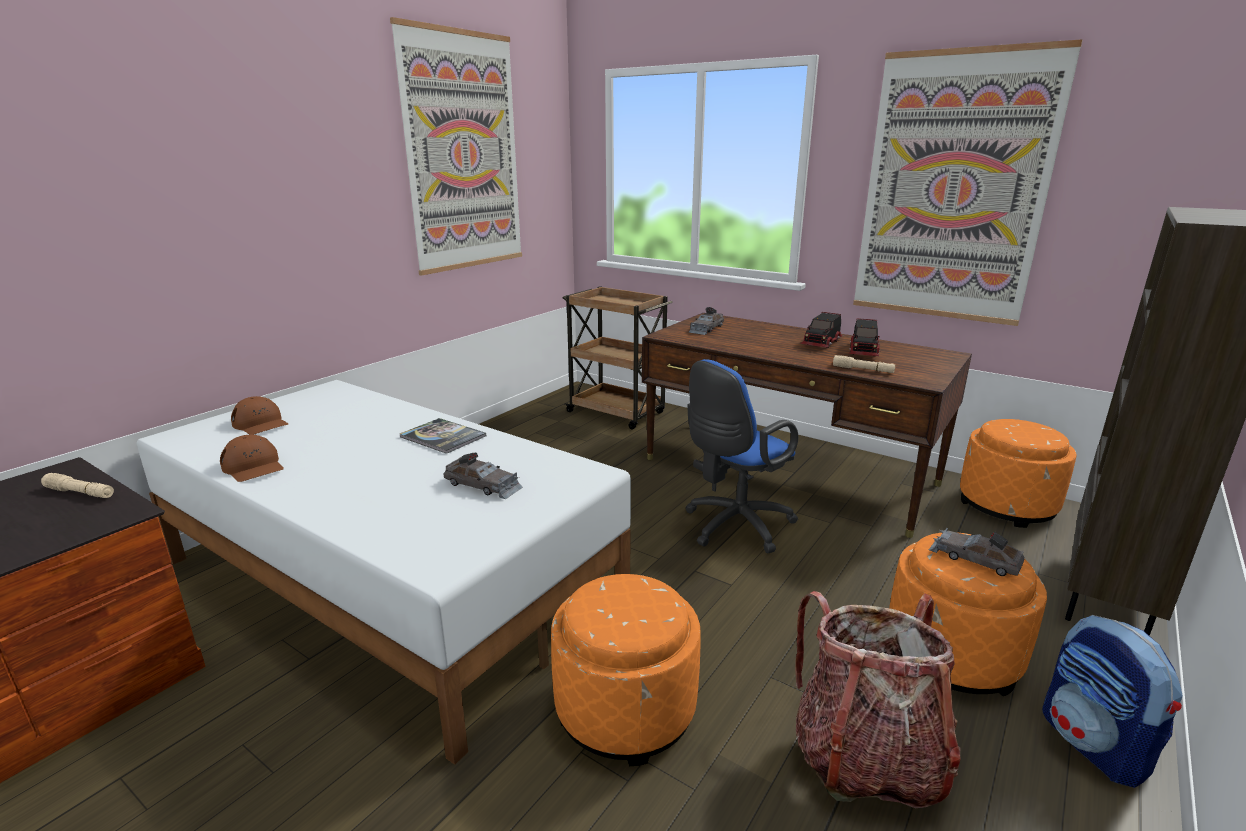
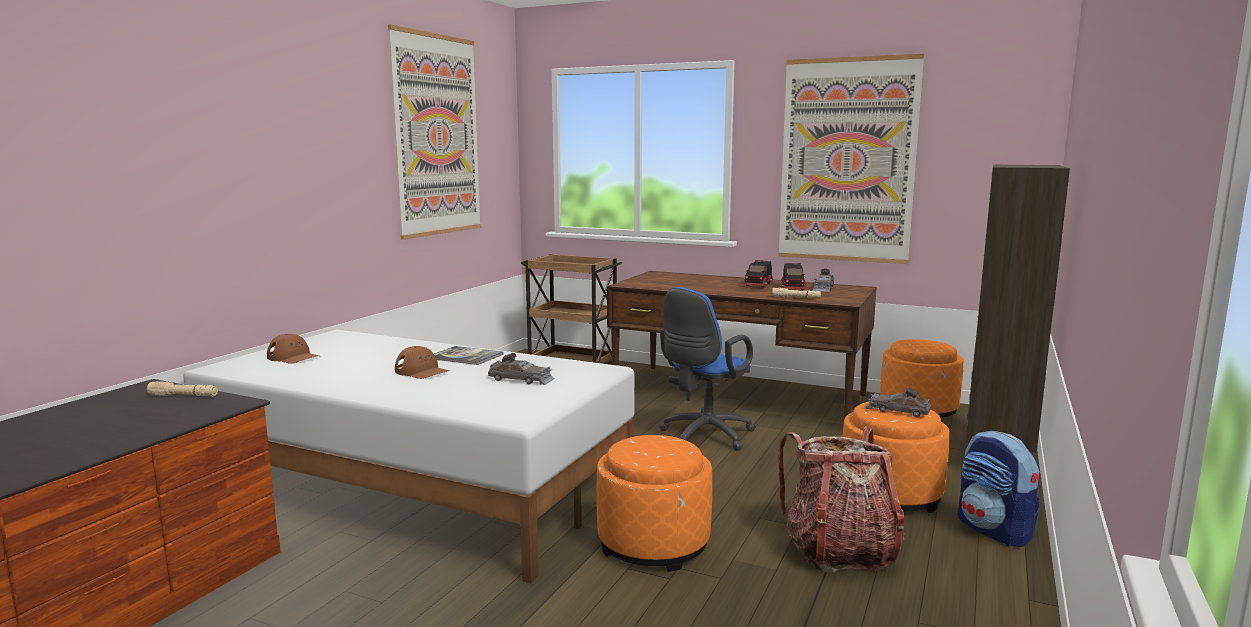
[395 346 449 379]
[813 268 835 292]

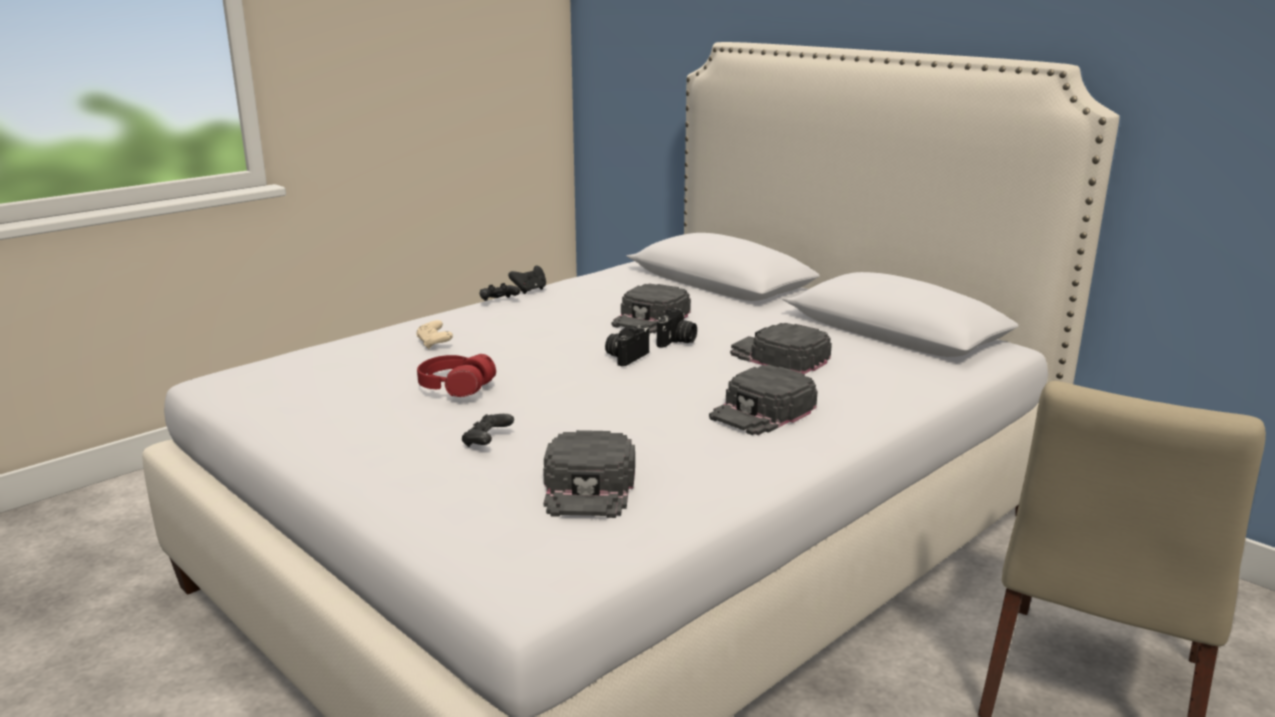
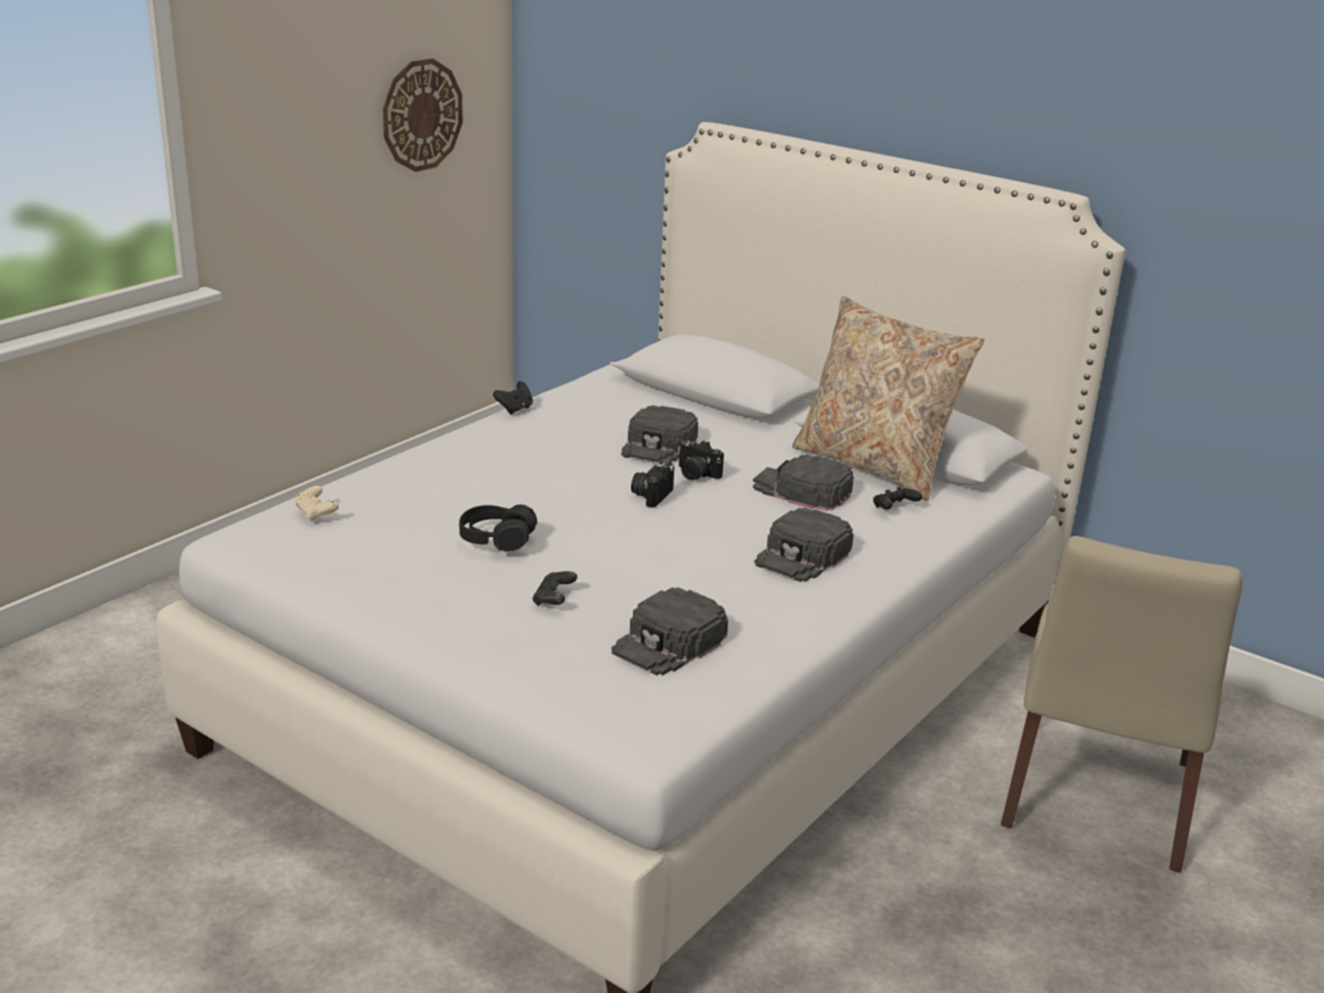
[383 58 463 172]
[792 296 984 501]
[294 486 339 522]
[873 487 923 509]
[459 504 537 552]
[611 587 728 675]
[678 440 724 480]

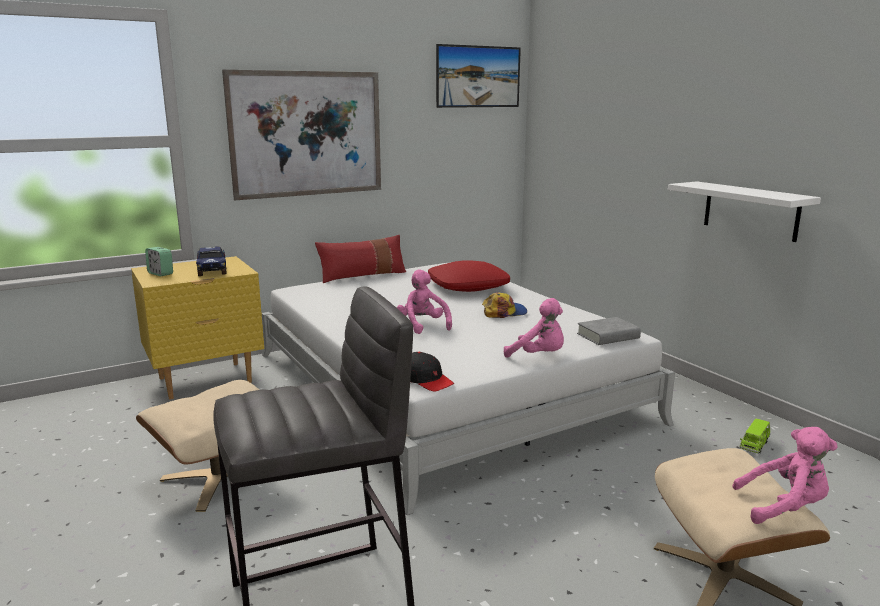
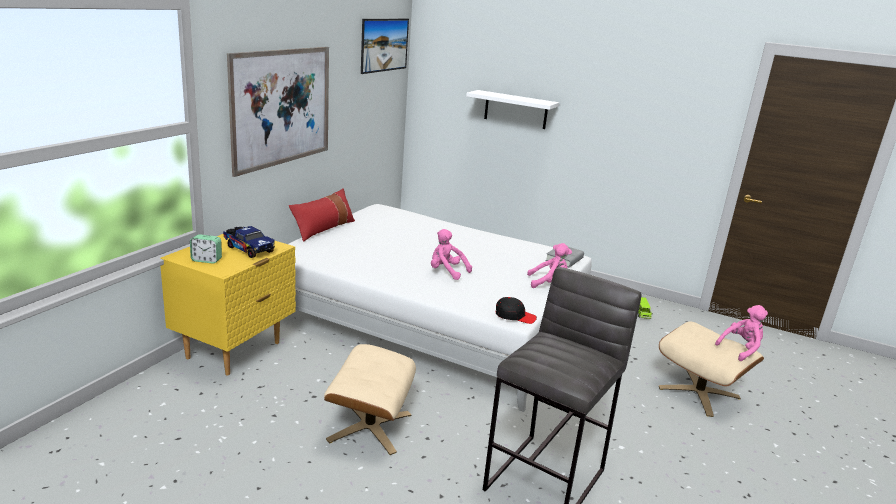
[428 260 510 292] (first image)
[482 292 527 318] (first image)
[466 90 559 129]

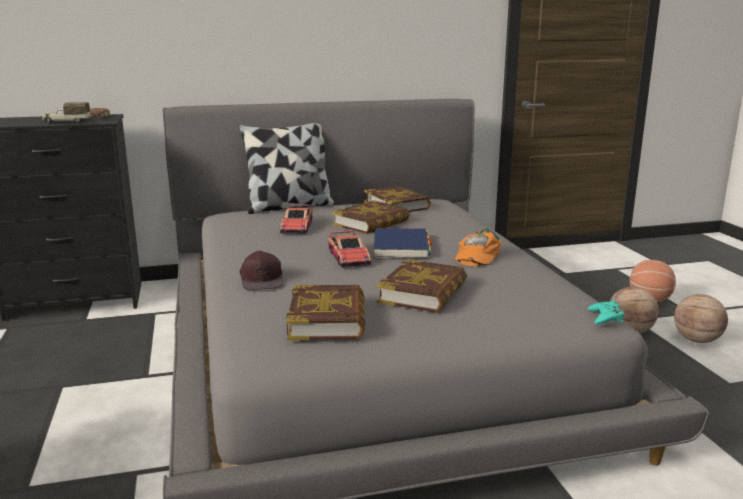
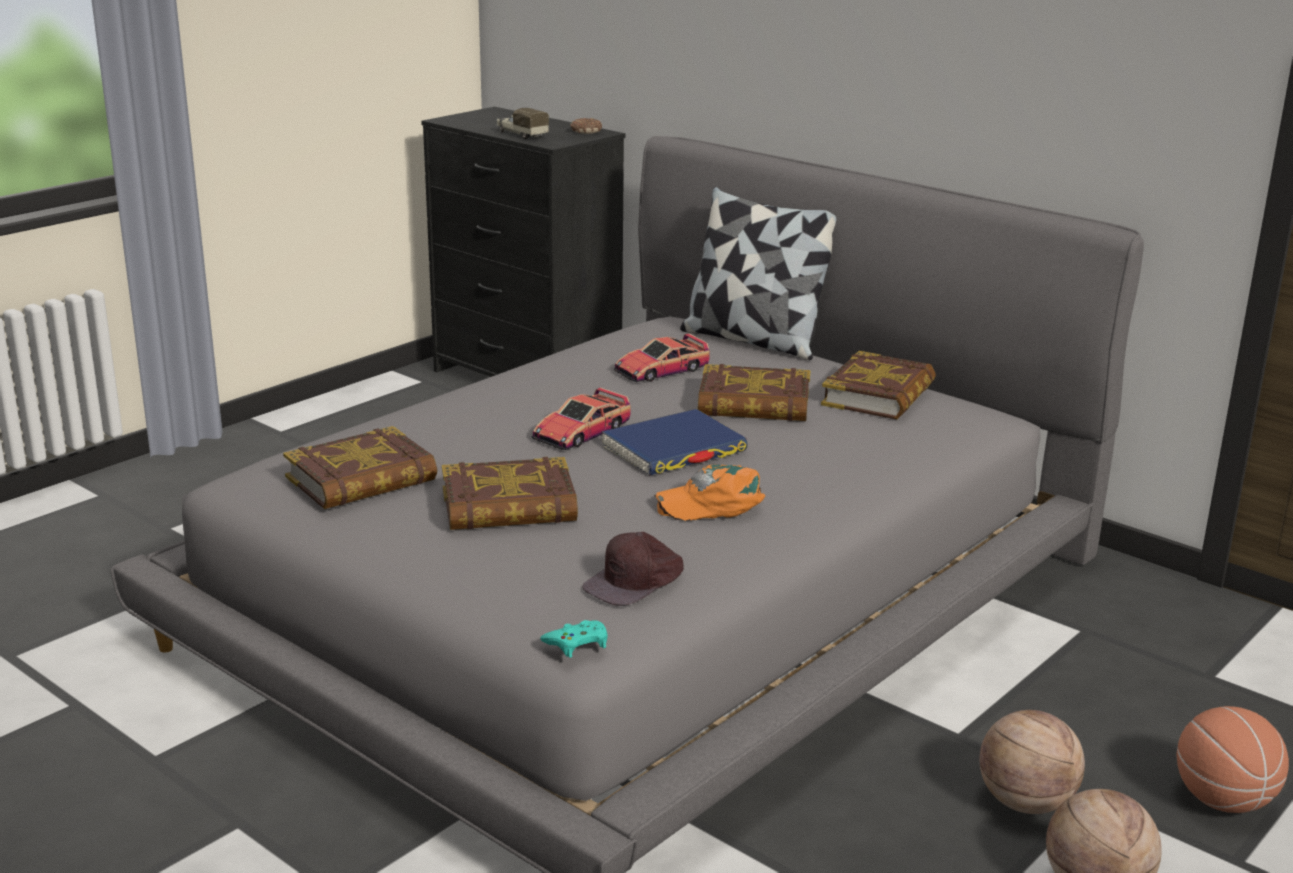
[582 532 684 606]

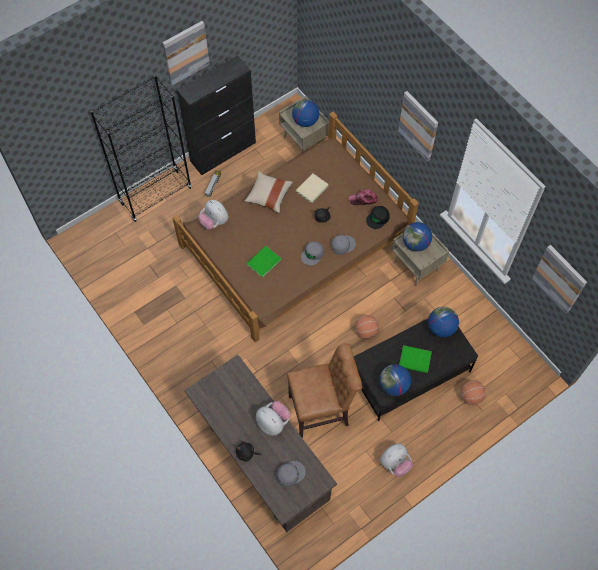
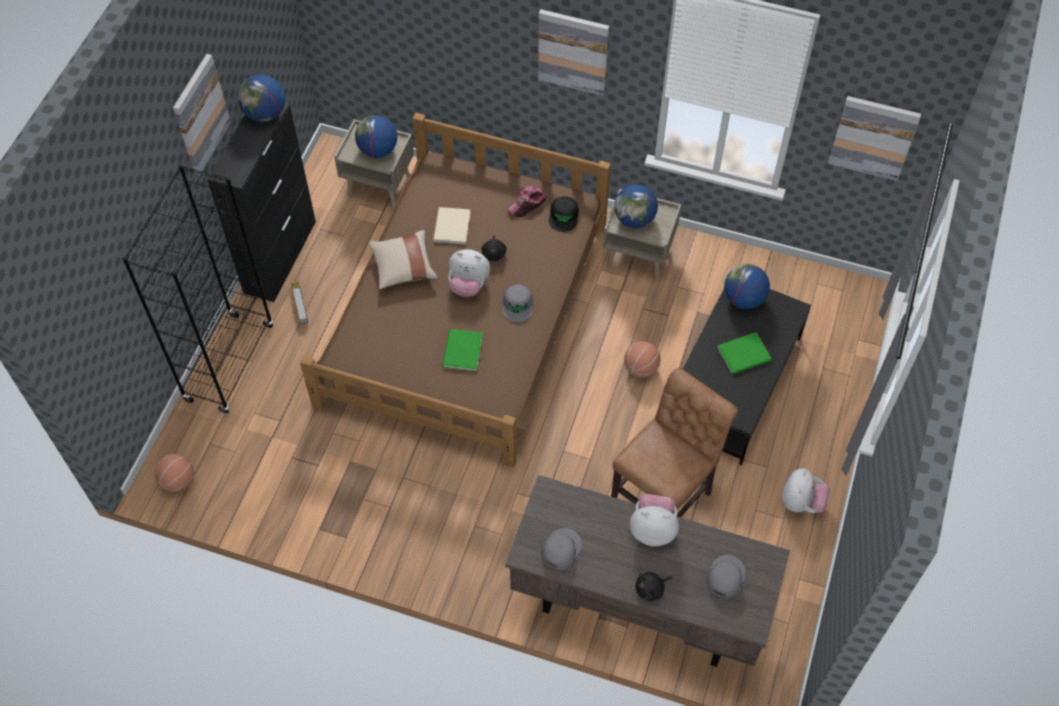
[448 249 490 297]
[541 528 582 570]
[238 74 285 122]
[155 454 194 492]

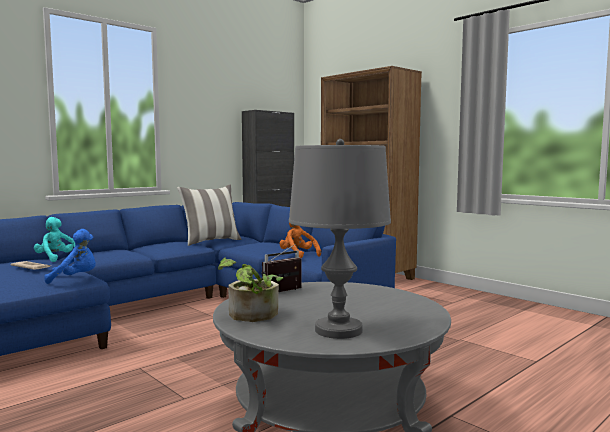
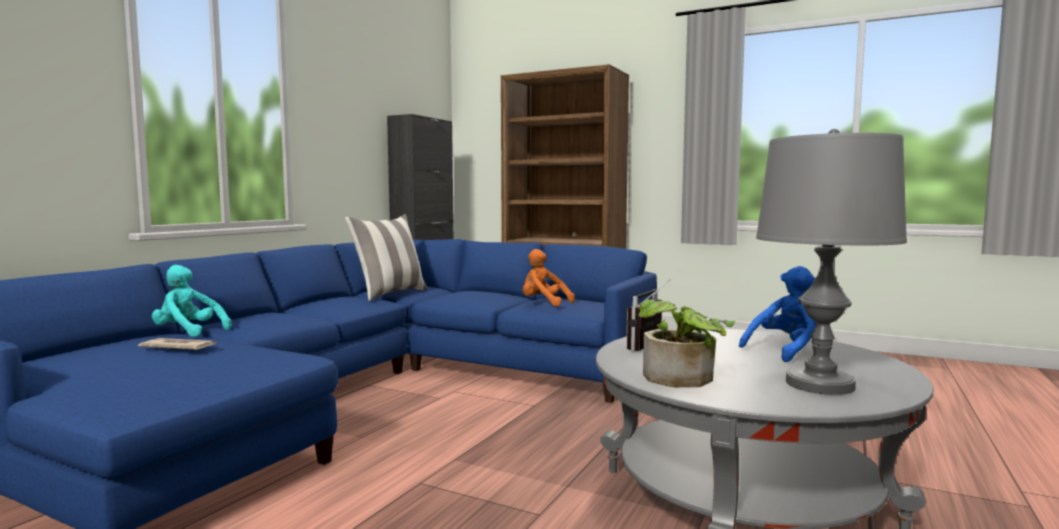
[739 266 816 362]

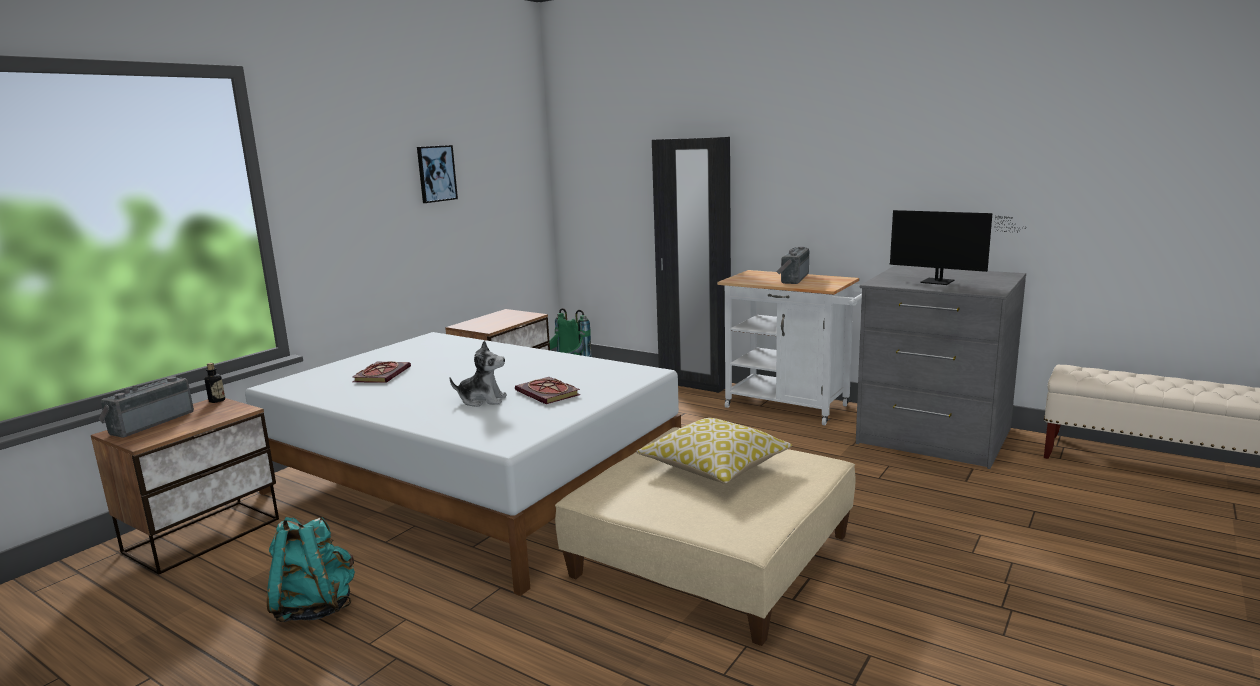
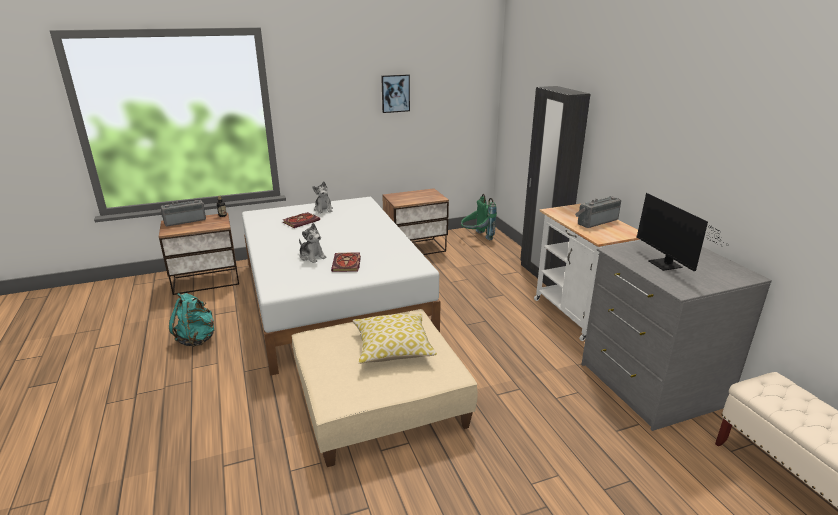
[312 181 333 214]

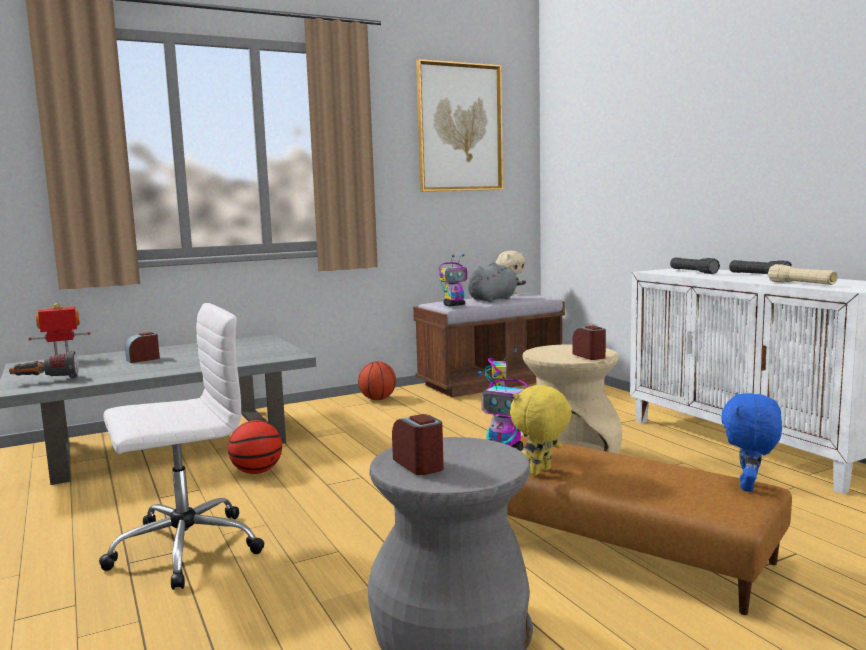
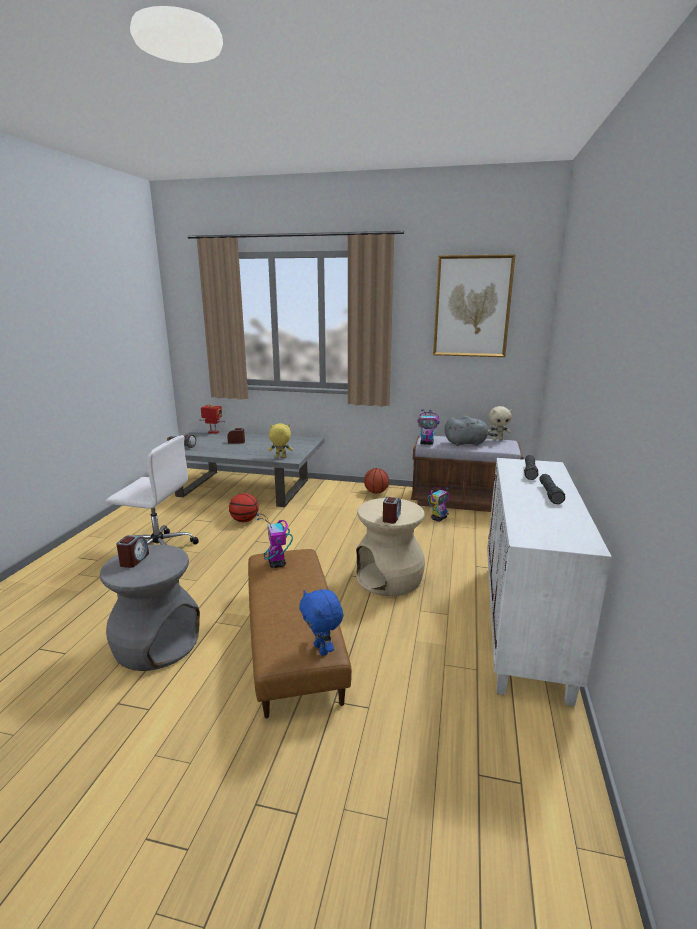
[768 264 838 285] (first image)
[268 424 293 458]
[299 589 343 656]

